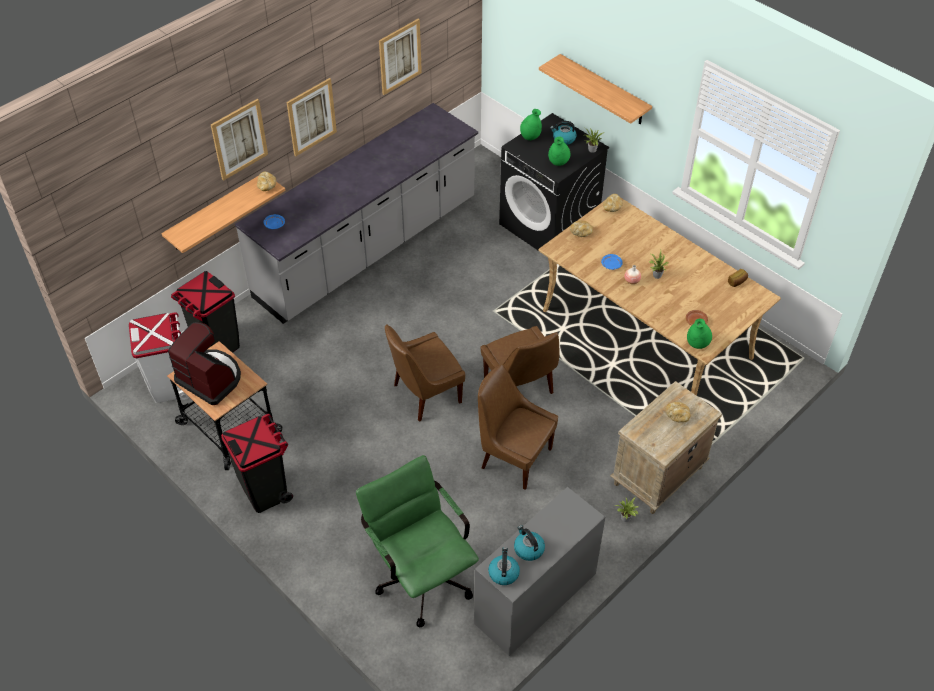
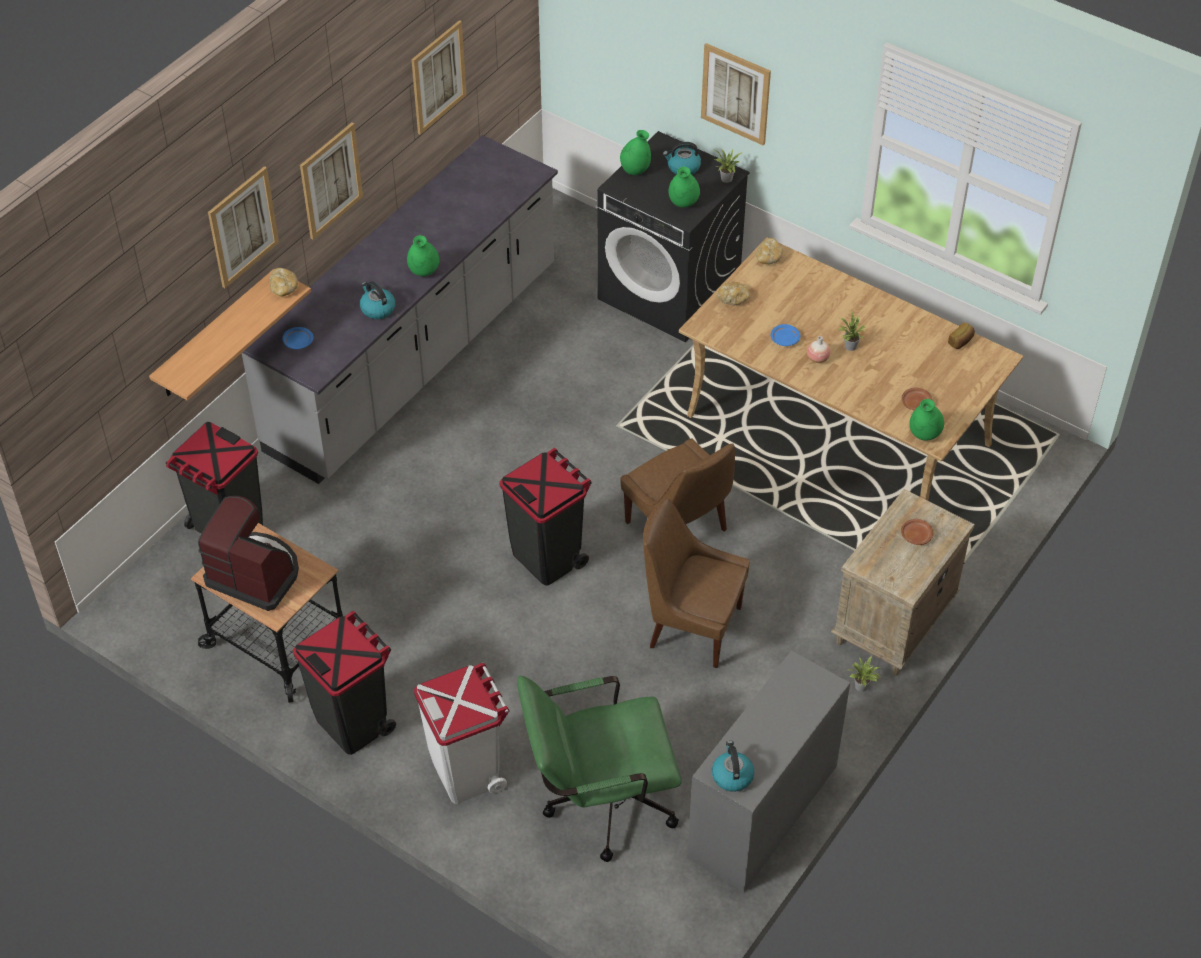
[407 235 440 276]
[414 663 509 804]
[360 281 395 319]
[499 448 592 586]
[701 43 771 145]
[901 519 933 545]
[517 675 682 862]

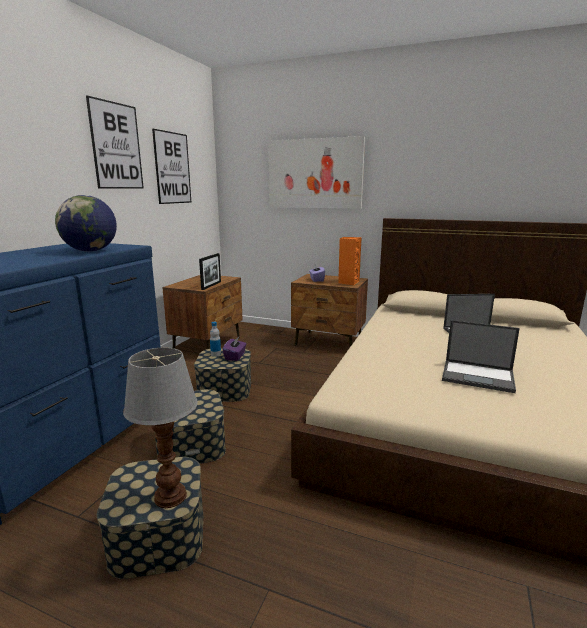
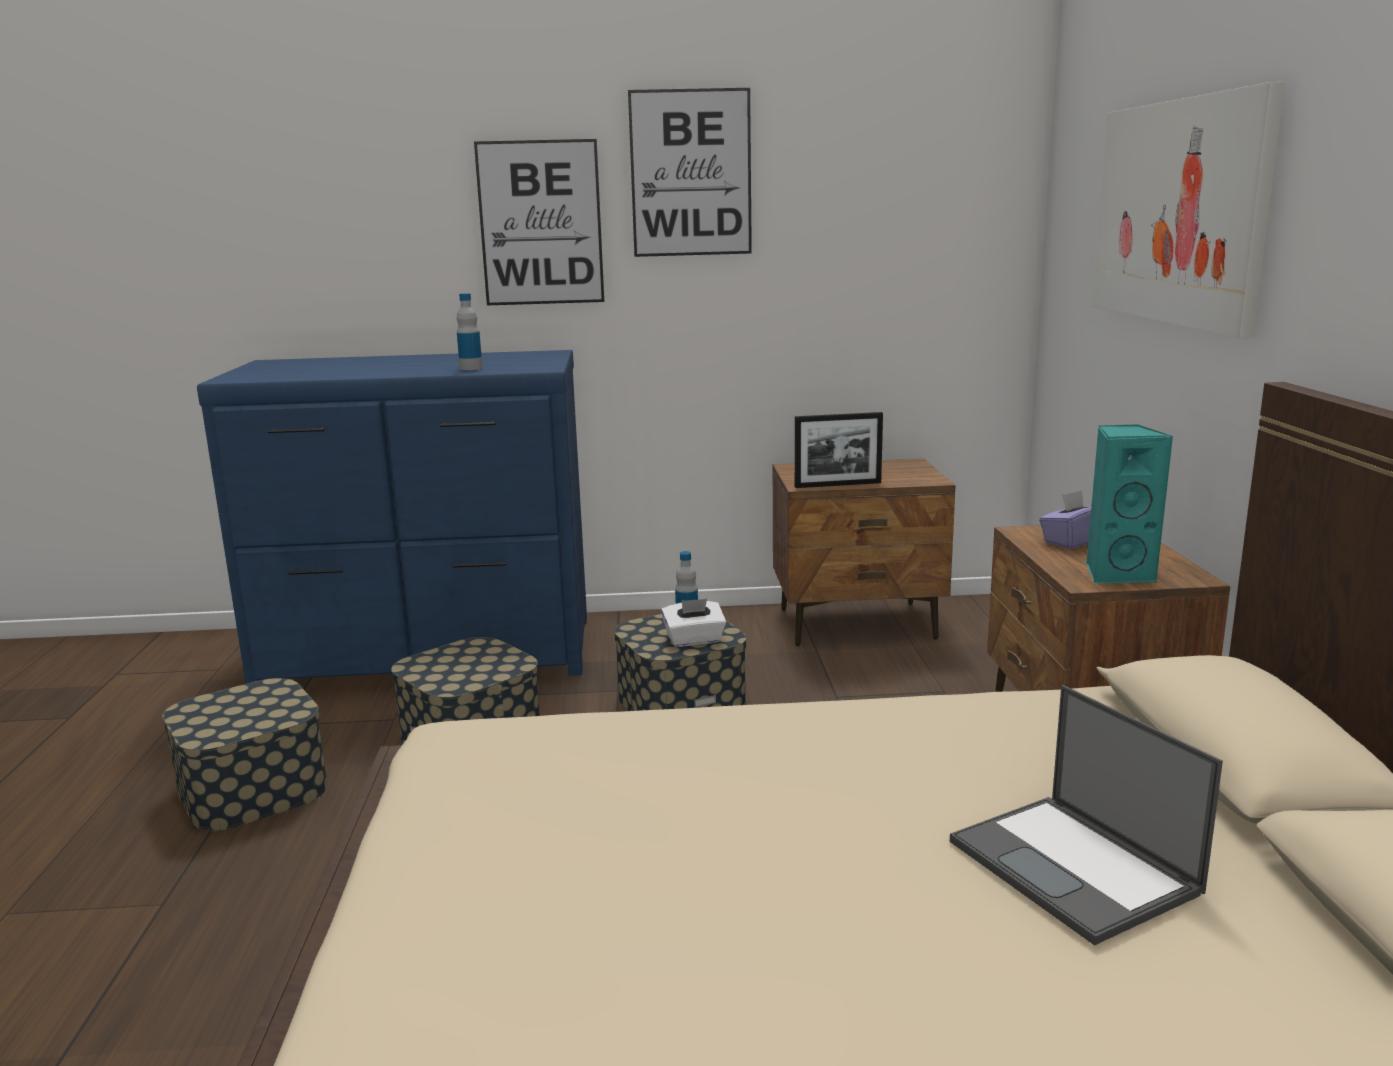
[123 348 198 508] (first image)
[442 320 520 393] (first image)
[474 139 604 305]
[457 293 482 370]
[661 599 726 647]
[1086 424 1173 584]

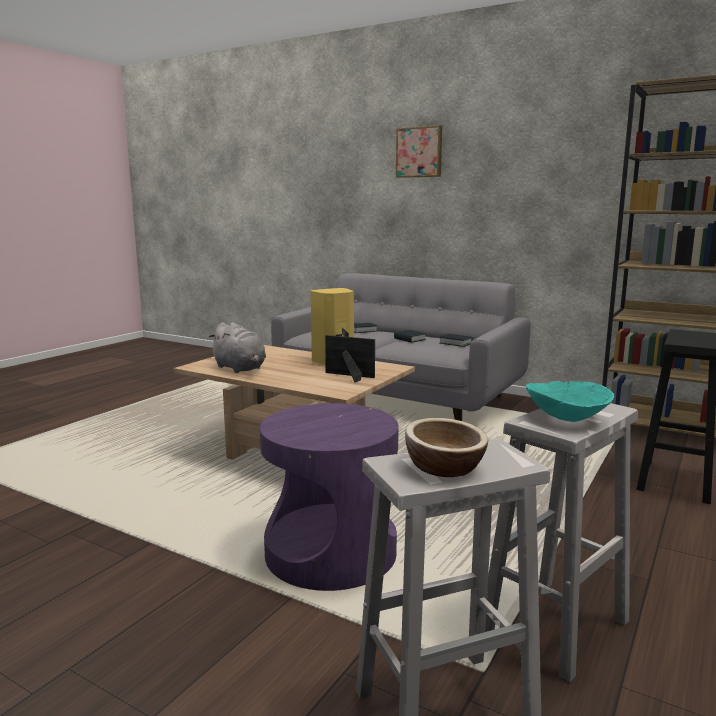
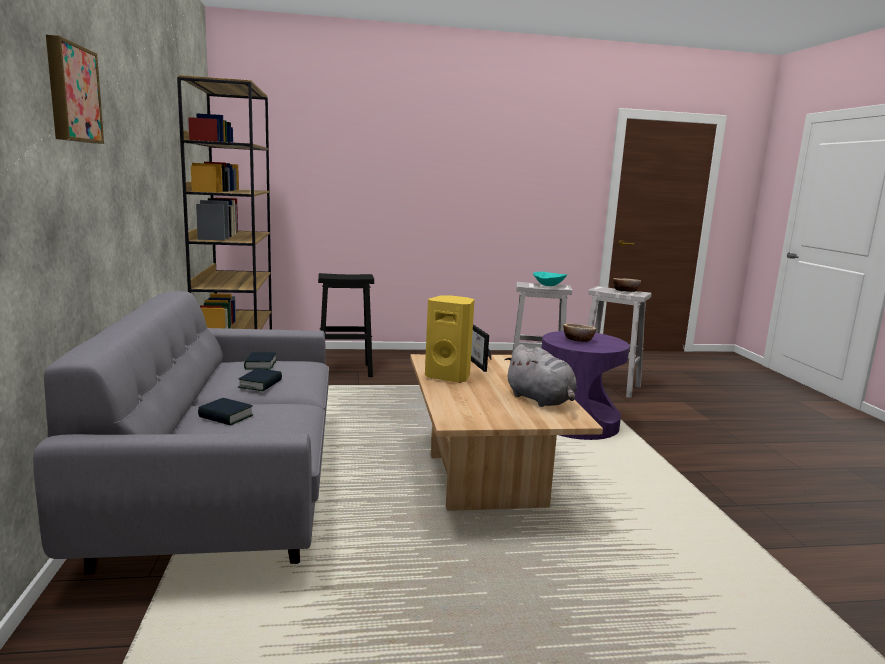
[564 324 596 342]
[504 344 577 407]

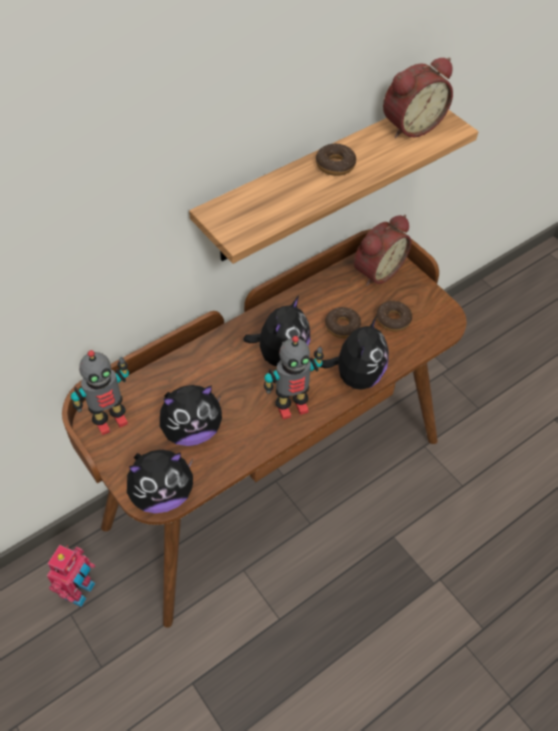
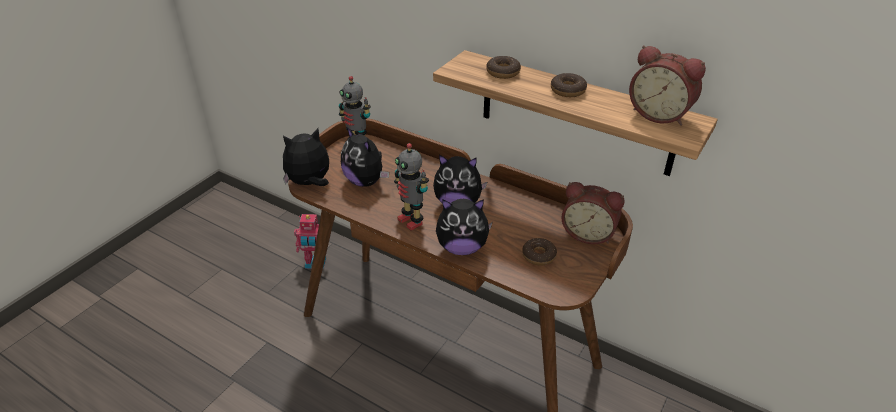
[486 56 521 79]
[283 128 329 186]

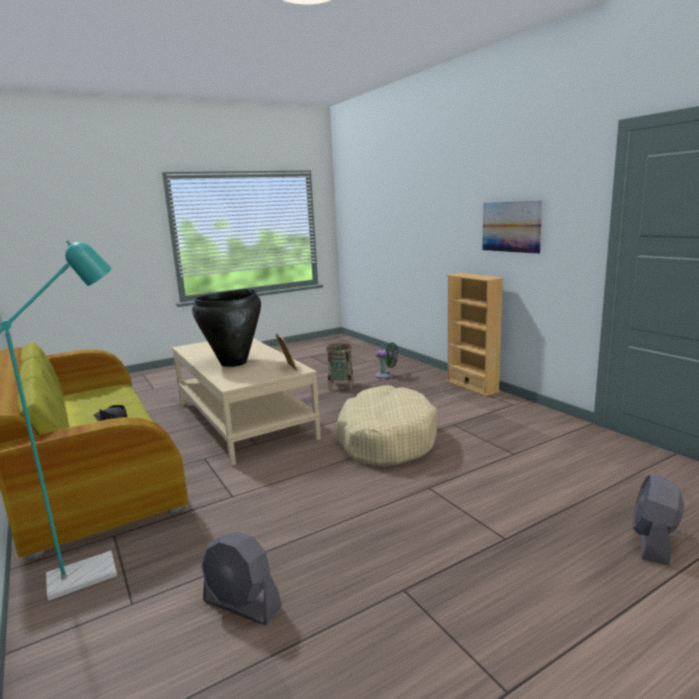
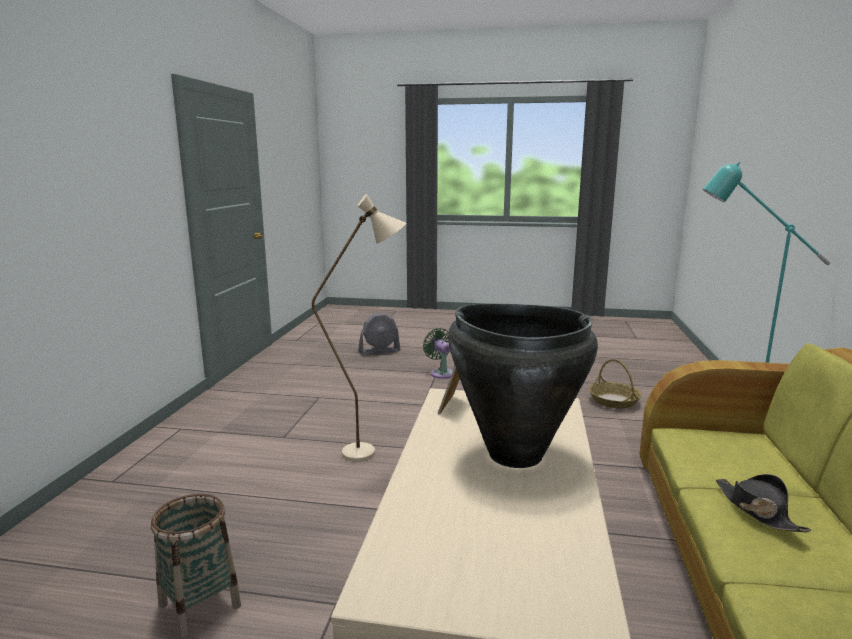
[446 273 503 396] (first image)
[482 200 543 254] (first image)
[423 328 453 379]
[589 359 642 409]
[312 194 407 462]

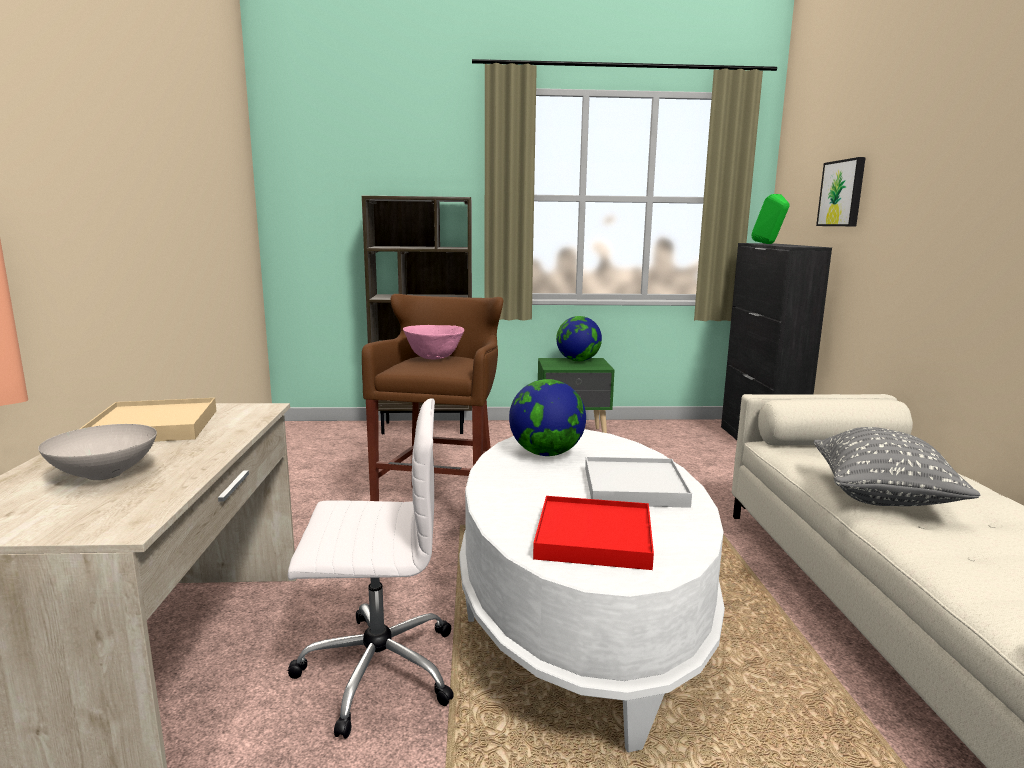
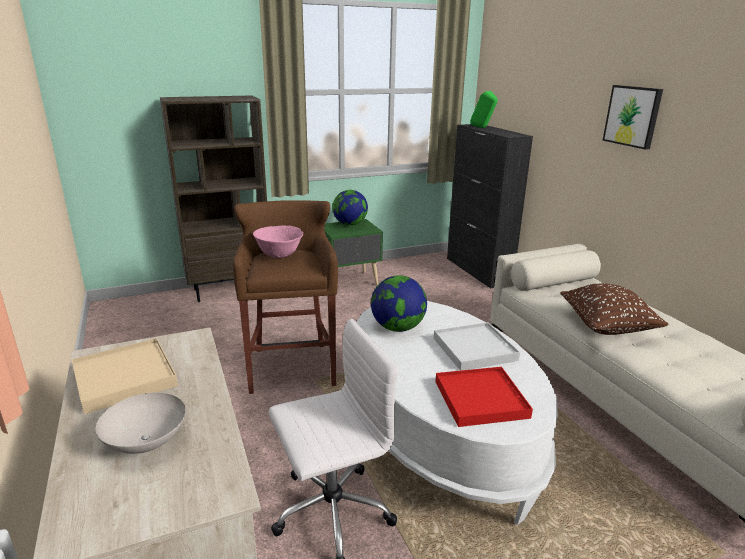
[602 85 663 150]
[560 283 669 335]

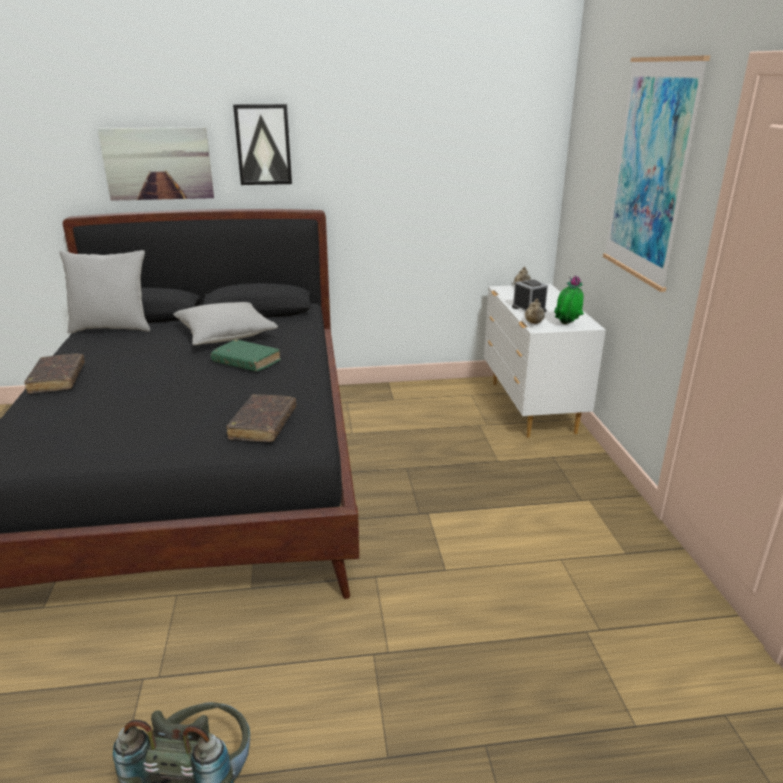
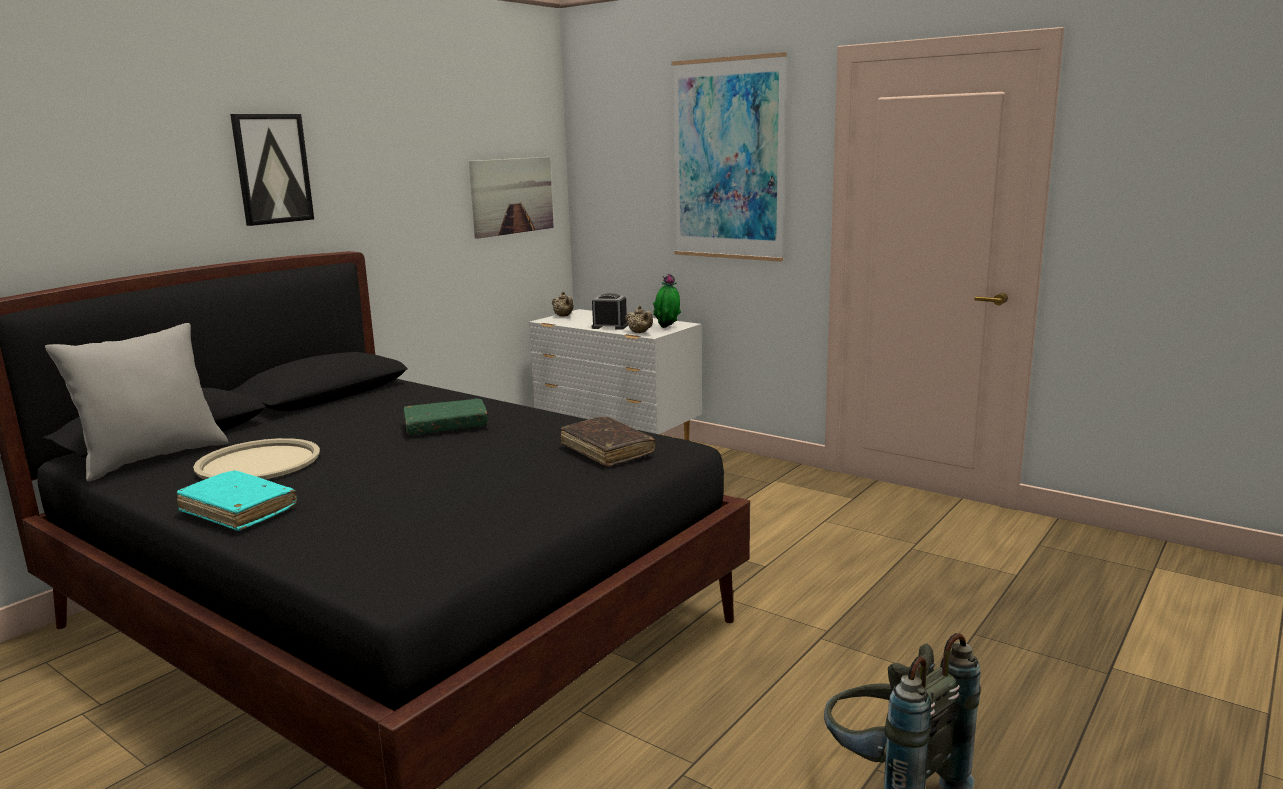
[173 302 278 345] (first image)
[193 438 320 480]
[469 157 554 239]
[177 470 297 531]

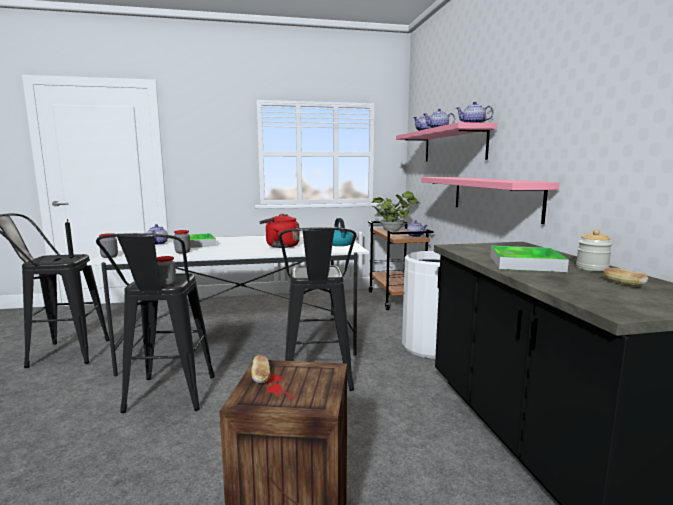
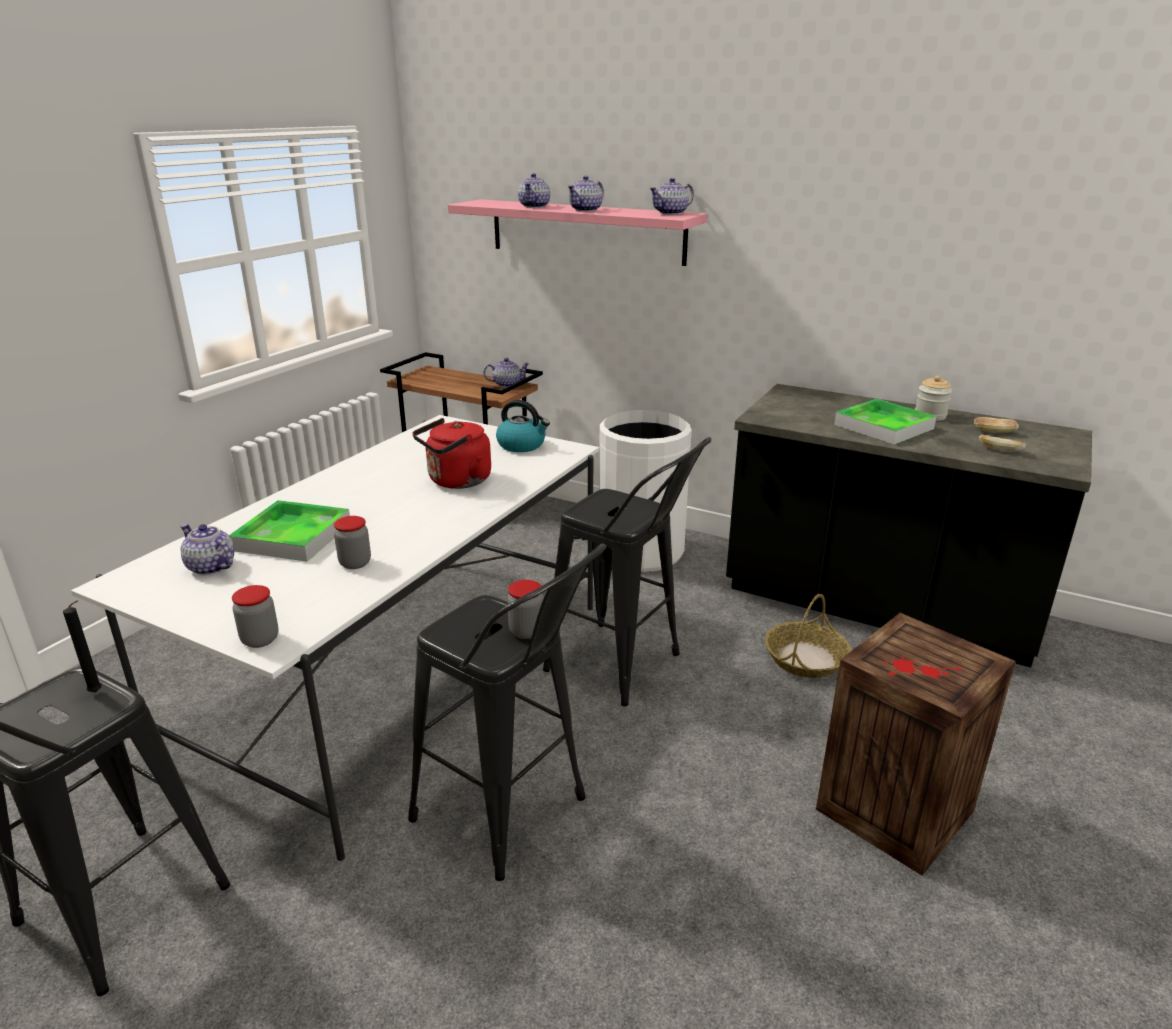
[372 191 419 232] (first image)
[421 177 559 224] (first image)
[765 594 851 678]
[979 435 1026 452]

